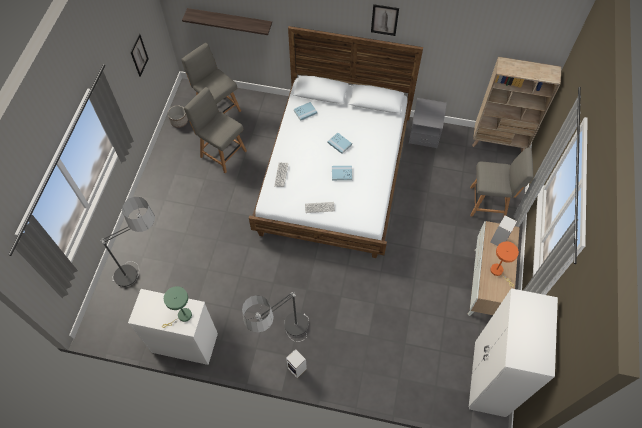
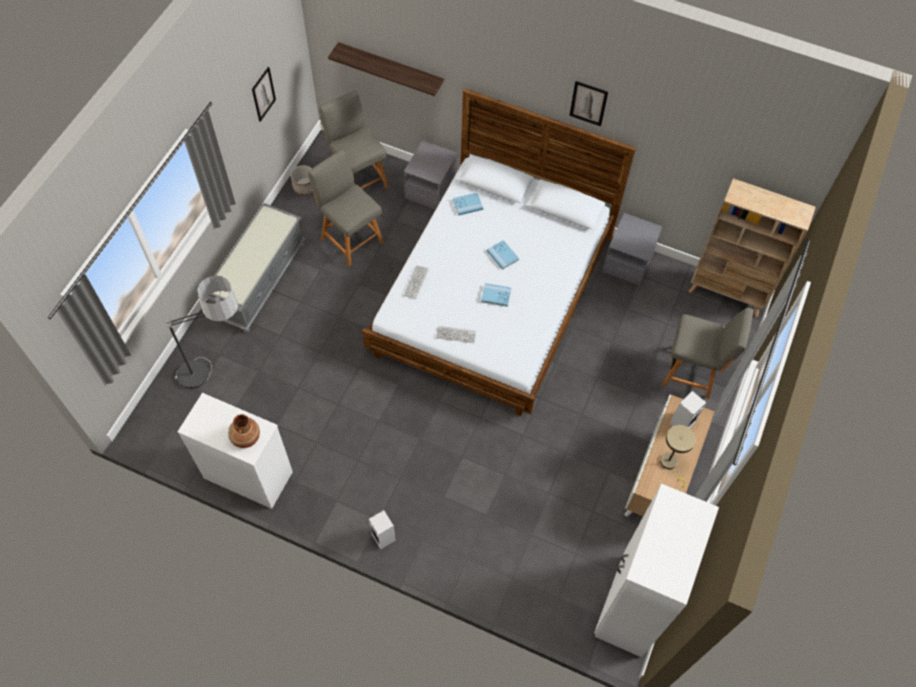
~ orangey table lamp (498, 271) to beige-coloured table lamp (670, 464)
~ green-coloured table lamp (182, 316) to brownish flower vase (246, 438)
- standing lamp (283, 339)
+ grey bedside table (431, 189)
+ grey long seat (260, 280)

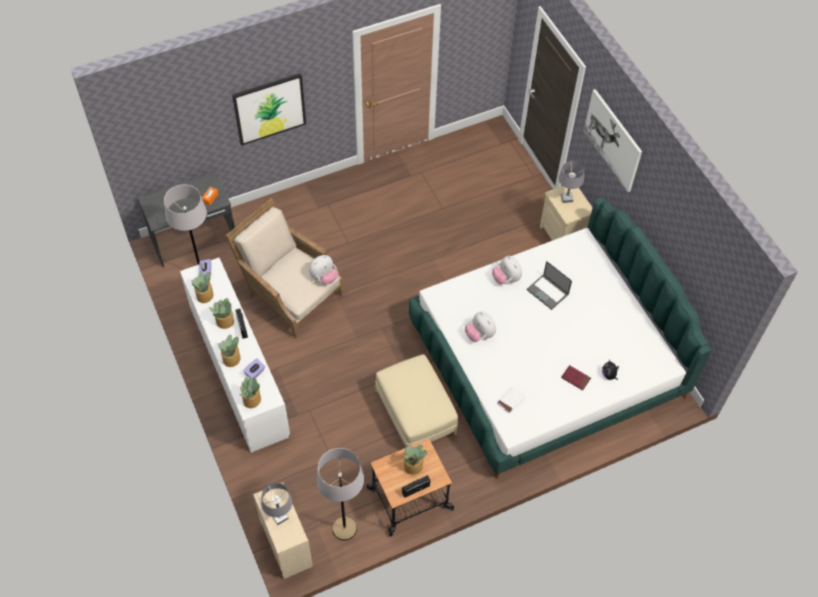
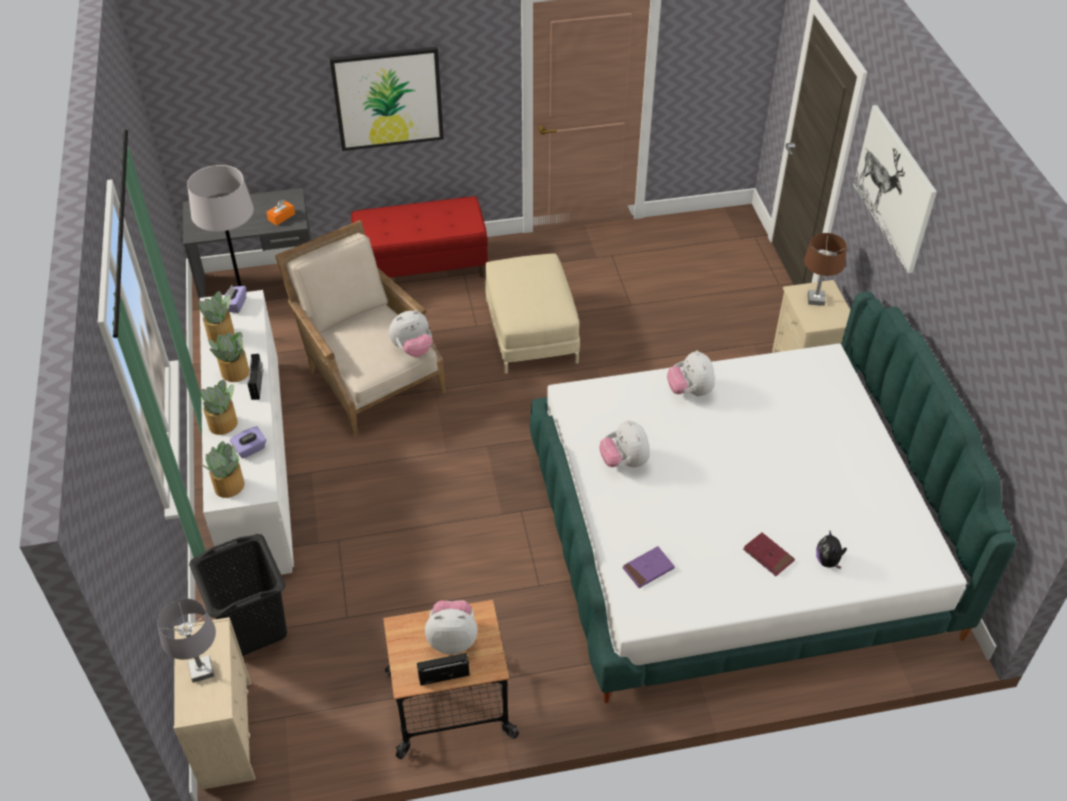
~ grey table lamp (566, 198) to brownish table lamp (815, 299)
- laptop (548, 292)
~ beige-coloured ottoman (416, 412) to (532, 331)
~ white volume (511, 400) to purple volume (648, 569)
~ potted plant (413, 466) to soft toy (452, 638)
- grey standing lamp (344, 529)
+ red long seat (422, 267)
+ black-coloured washing basket (252, 628)

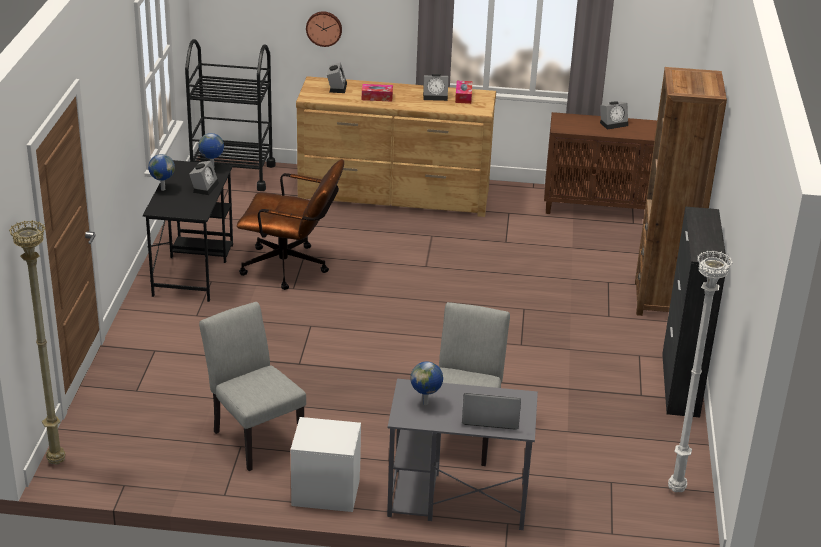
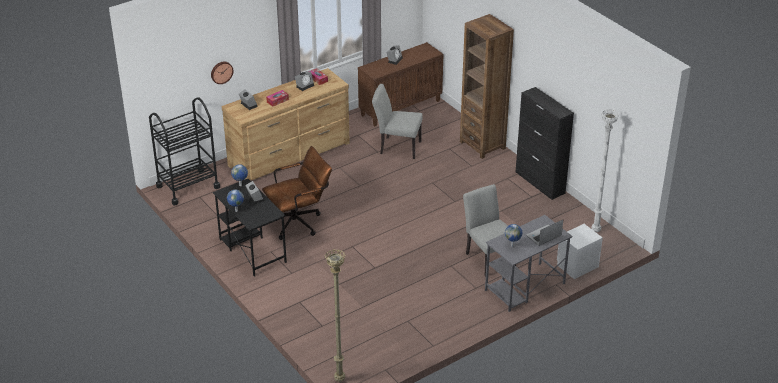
~ grey chair (254, 436) to (397, 147)
~ white bedside table (326, 492) to (577, 266)

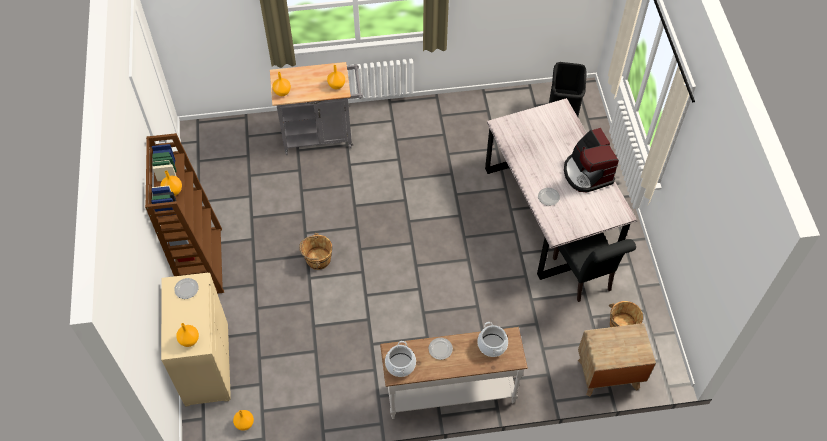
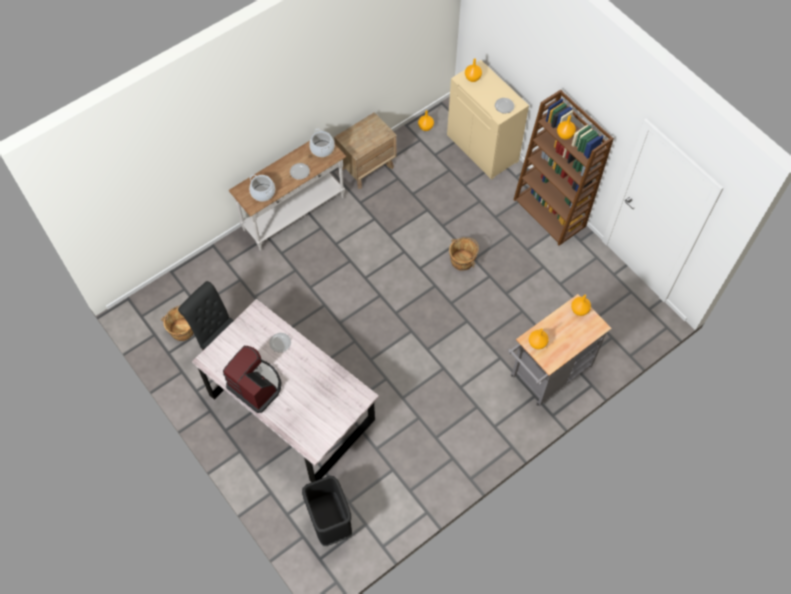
~ brownish bedside table (608, 374) to (366, 167)

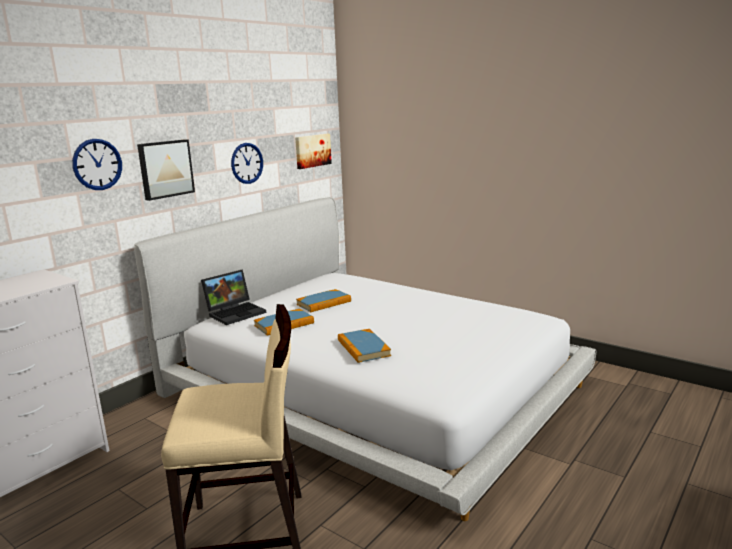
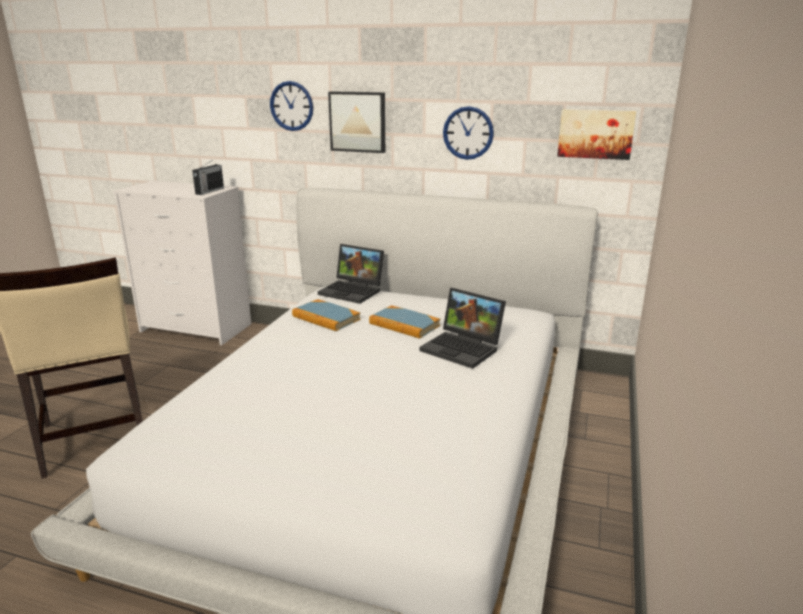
- volume (363, 348)
+ radio set (209, 191)
+ laptop (464, 348)

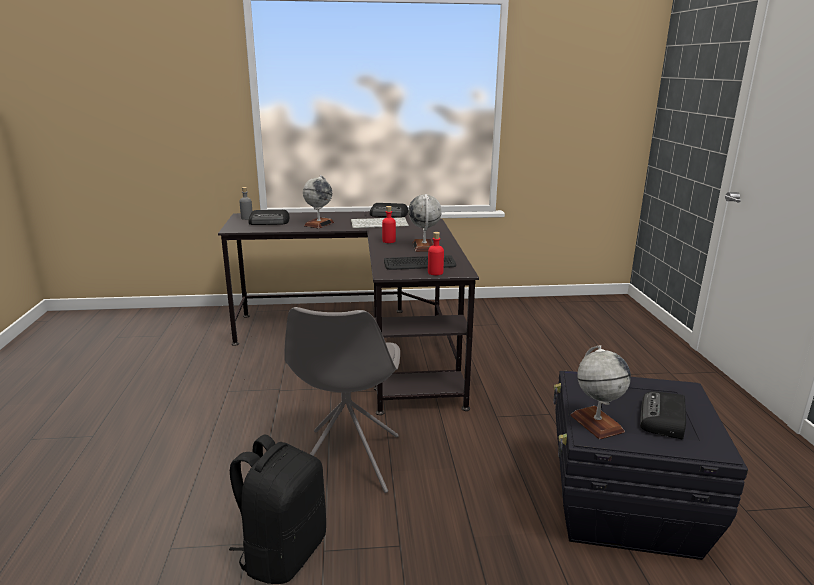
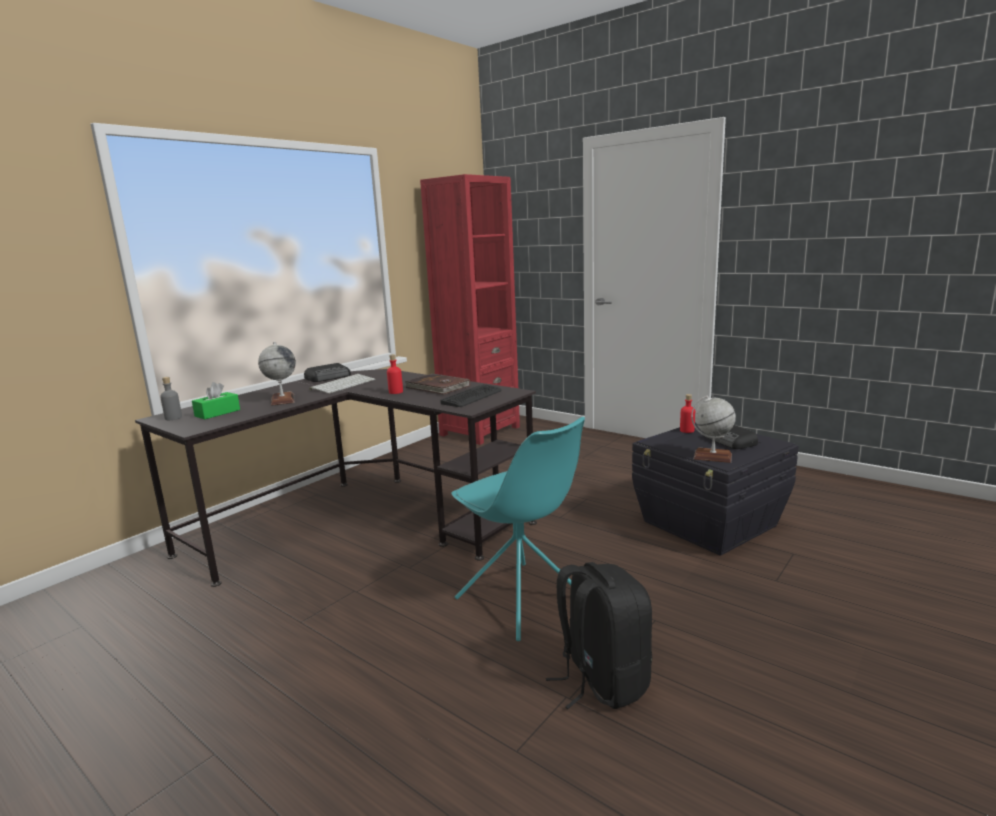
~ globe (424, 247) to brownish volume (437, 387)
~ radio set (270, 222) to green-coloured tissue box (217, 413)
~ red beverage bottle (435, 272) to (687, 430)
~ grey chair (347, 461) to turquoise-coloured chair (522, 600)
+ red shelving unit (479, 431)

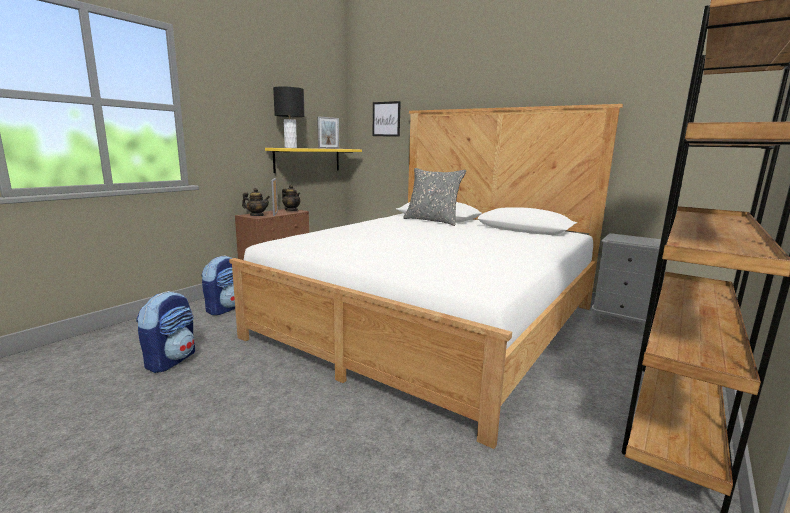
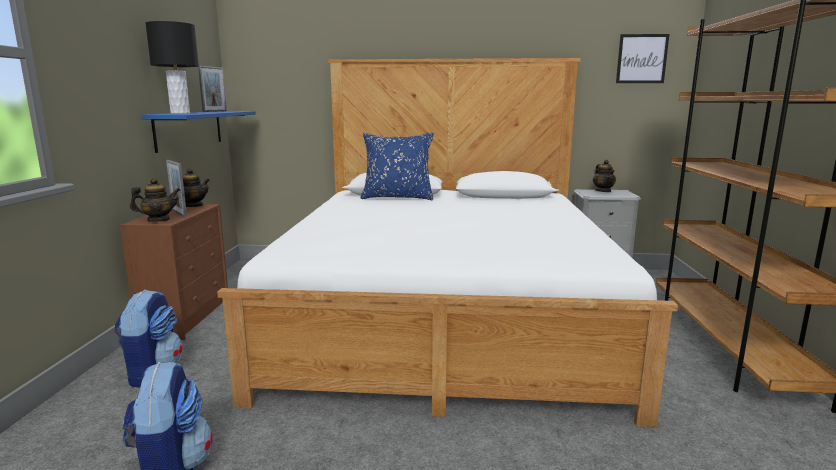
~ picture (386, 119) to (641, 59)
~ yellowish shelf (308, 160) to blue-coloured shelf (189, 129)
~ grey pillow (432, 221) to blue-coloured pillow (397, 198)
+ teapot (603, 191)

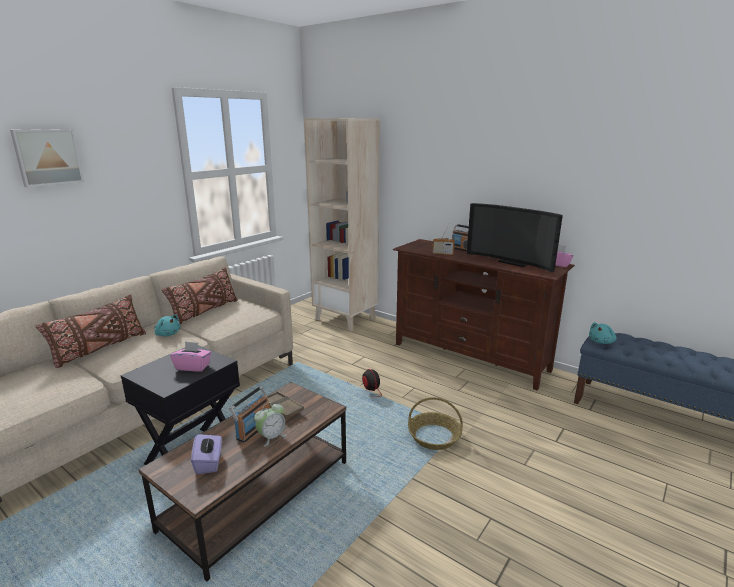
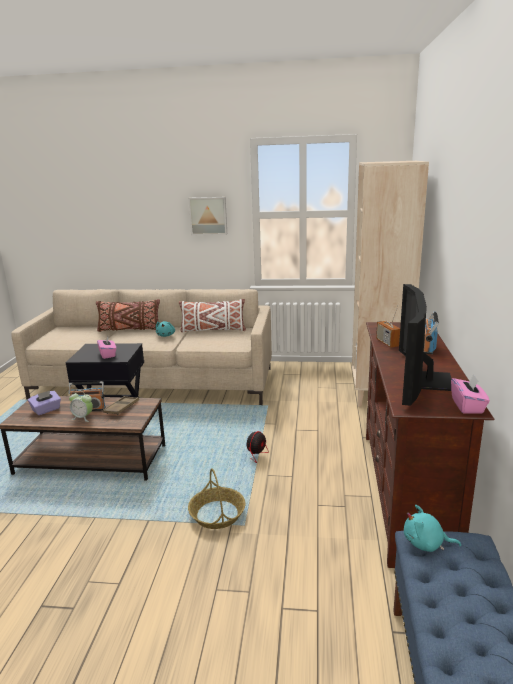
~ picture (47, 157) to (208, 215)
~ brownish pillow (204, 311) to white pillow (213, 330)

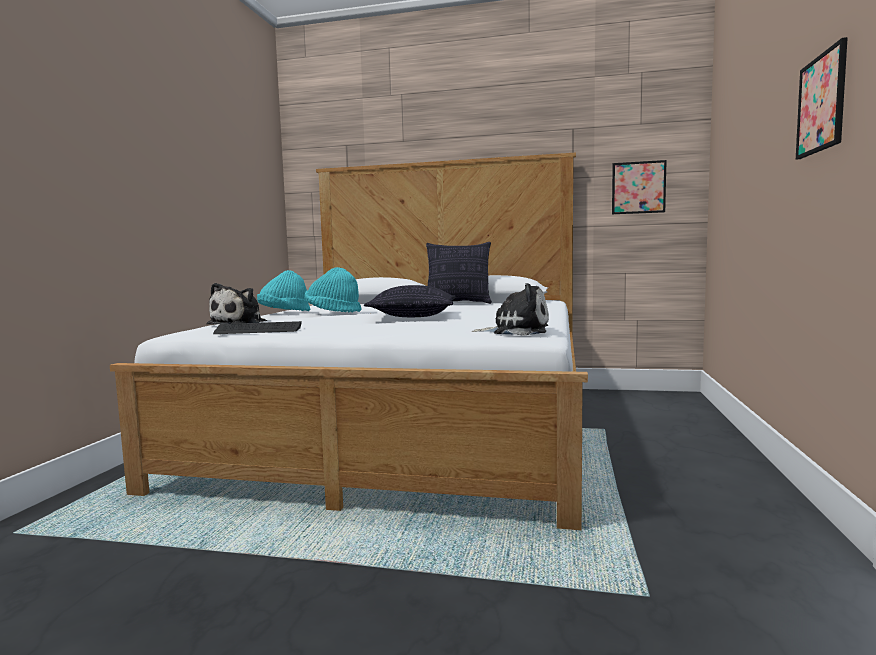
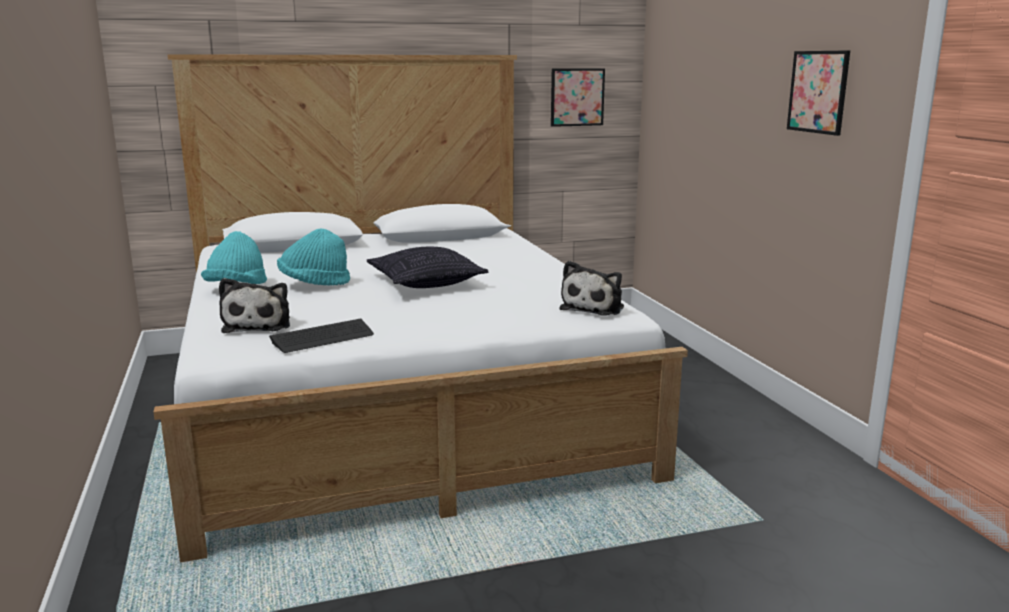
- pillow (458, 304)
~ soft toy (516, 331) = (594, 308) 135 degrees clockwise

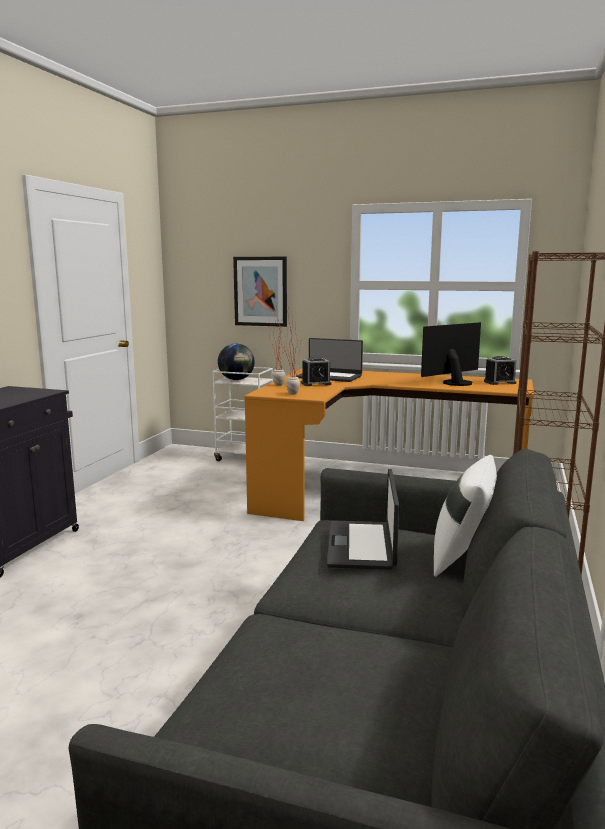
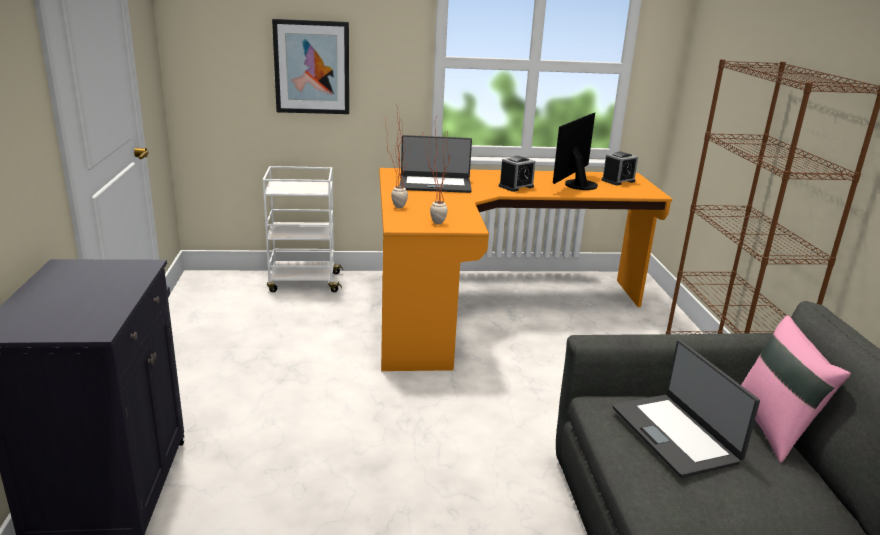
- globe (236, 379)
~ alarm clock (316, 384) to (516, 186)
~ white pillow (462, 557) to pinkish pillow (774, 428)

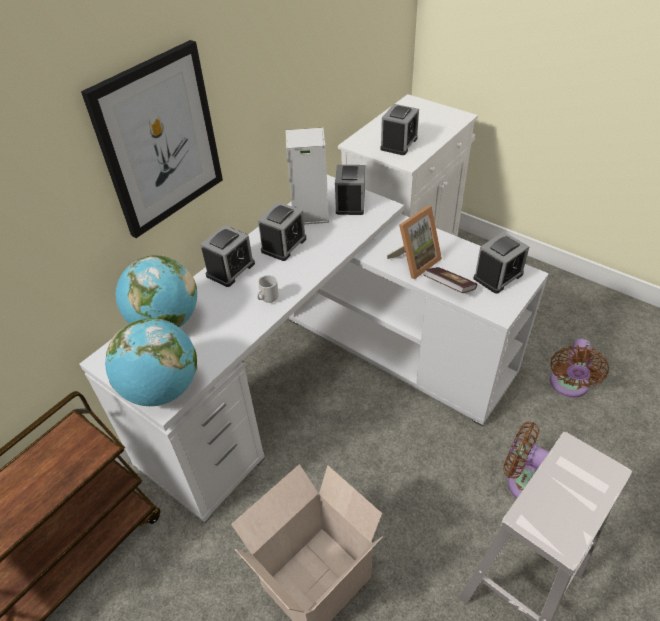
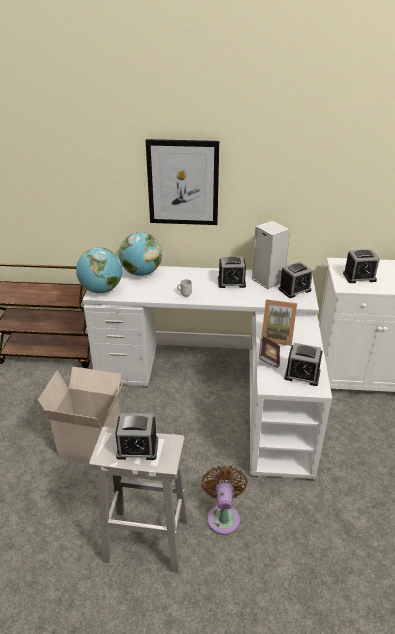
~ alarm clock (230, 269) to (137, 448)
- brownish fan (568, 385)

